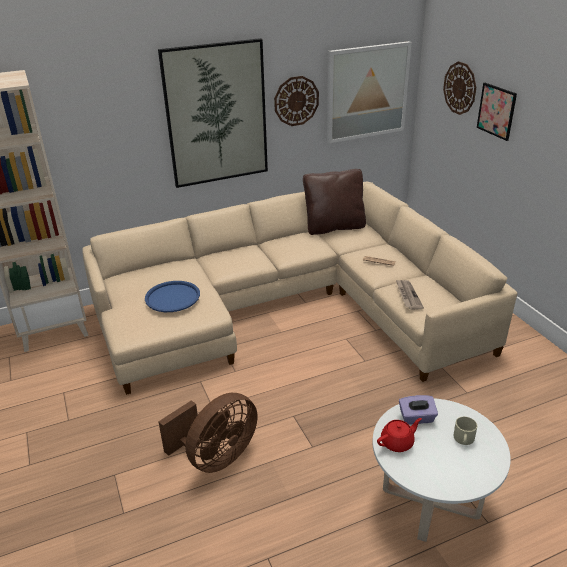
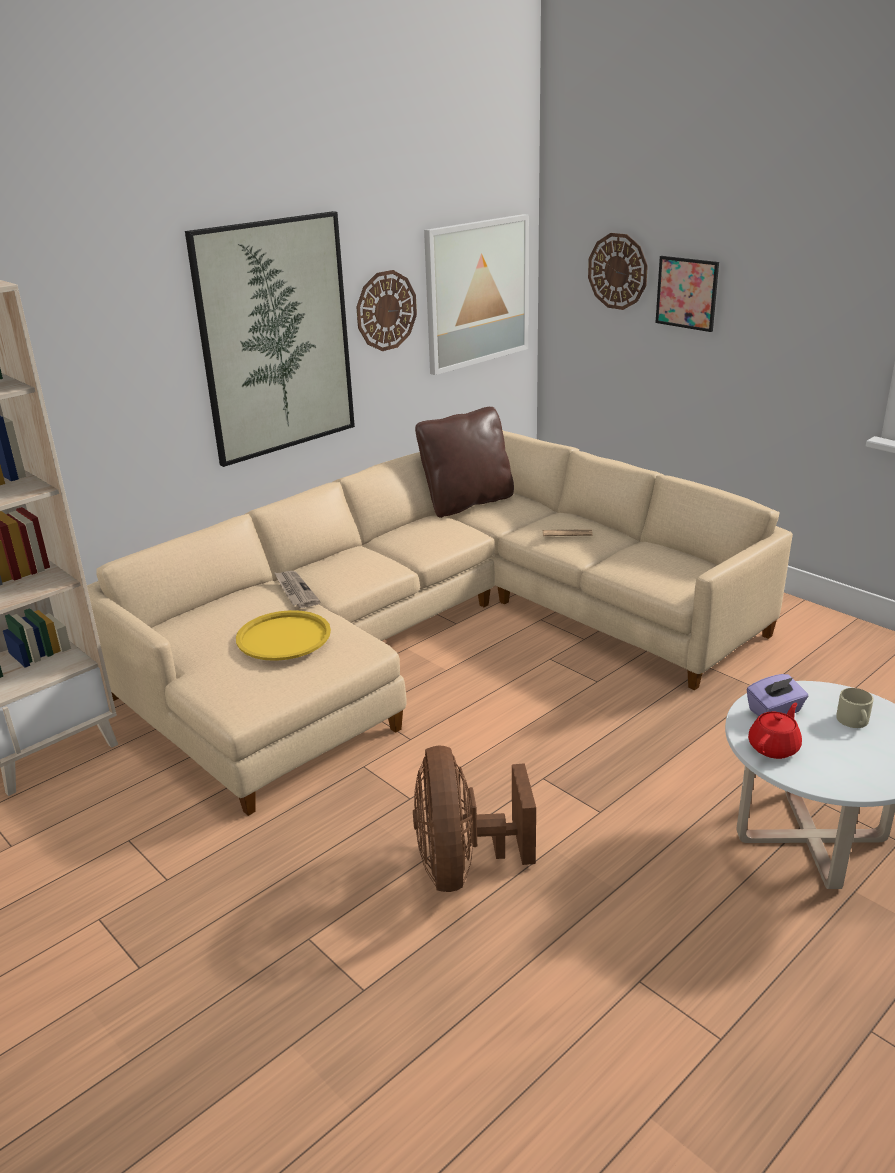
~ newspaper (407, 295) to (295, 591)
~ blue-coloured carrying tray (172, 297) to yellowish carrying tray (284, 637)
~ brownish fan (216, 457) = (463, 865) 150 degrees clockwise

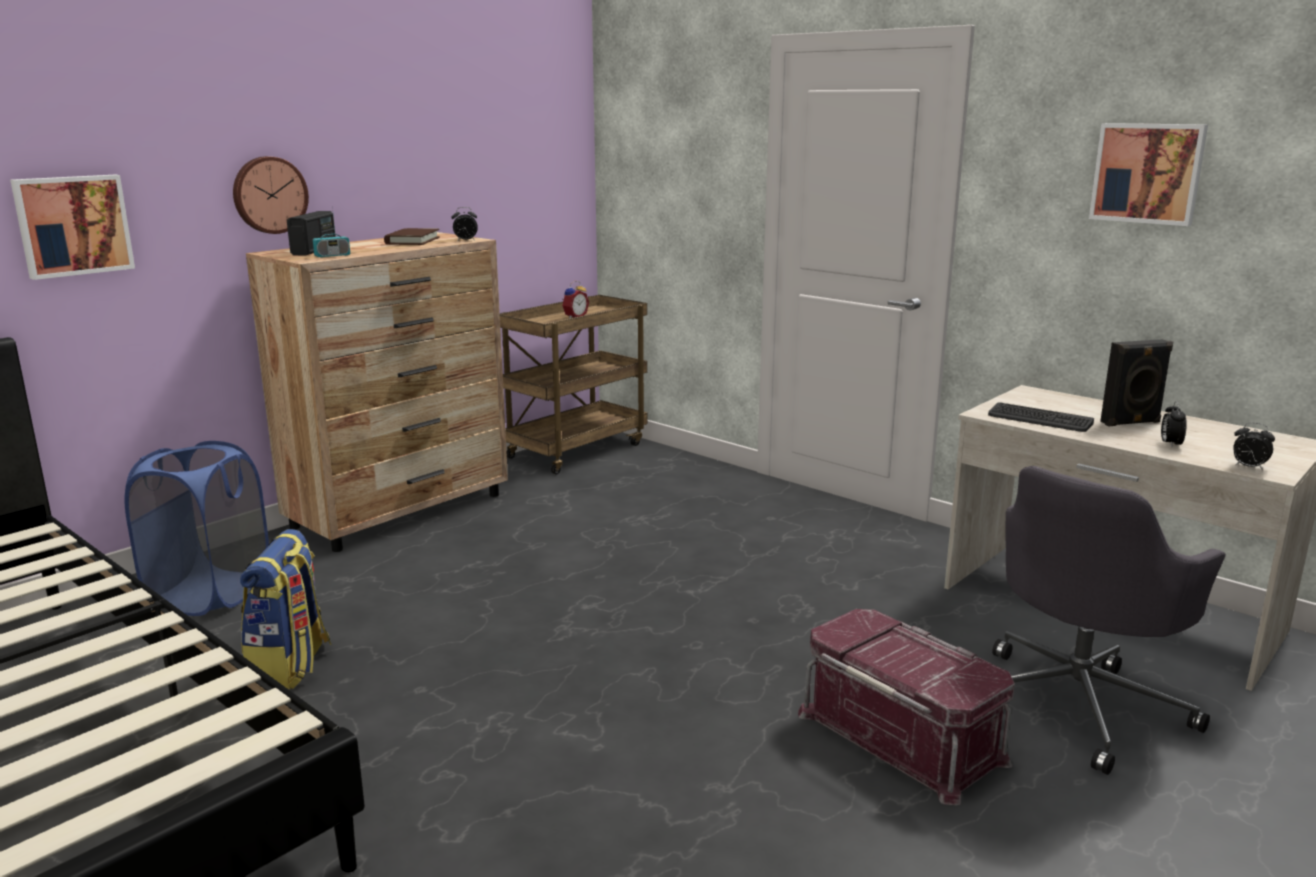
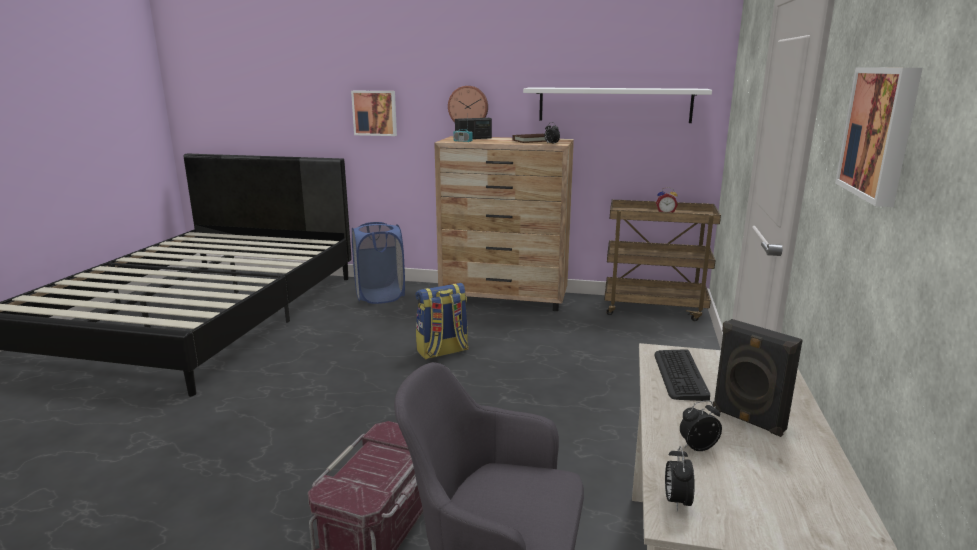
~ knapsack (291, 666) to (442, 352)
+ white shelf (614, 105)

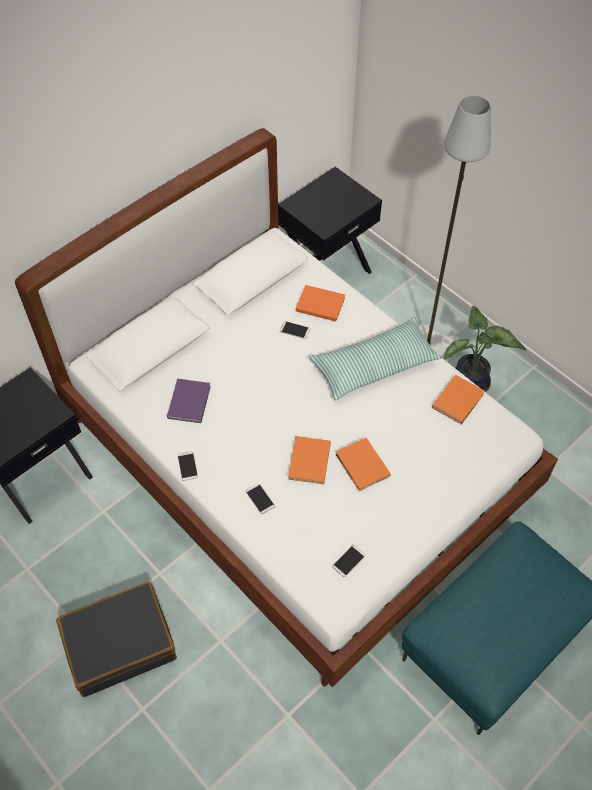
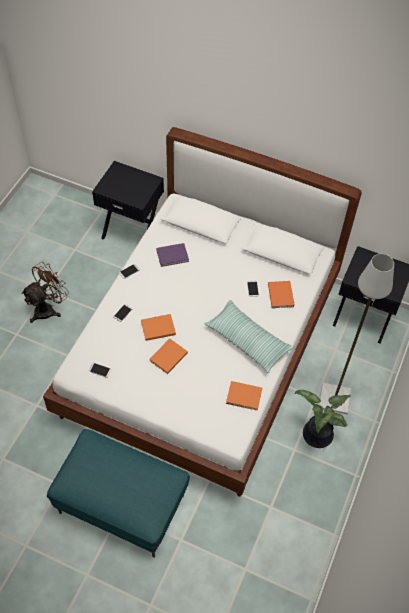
~ black-coloured suitcase (119, 643) to brownish fan (48, 309)

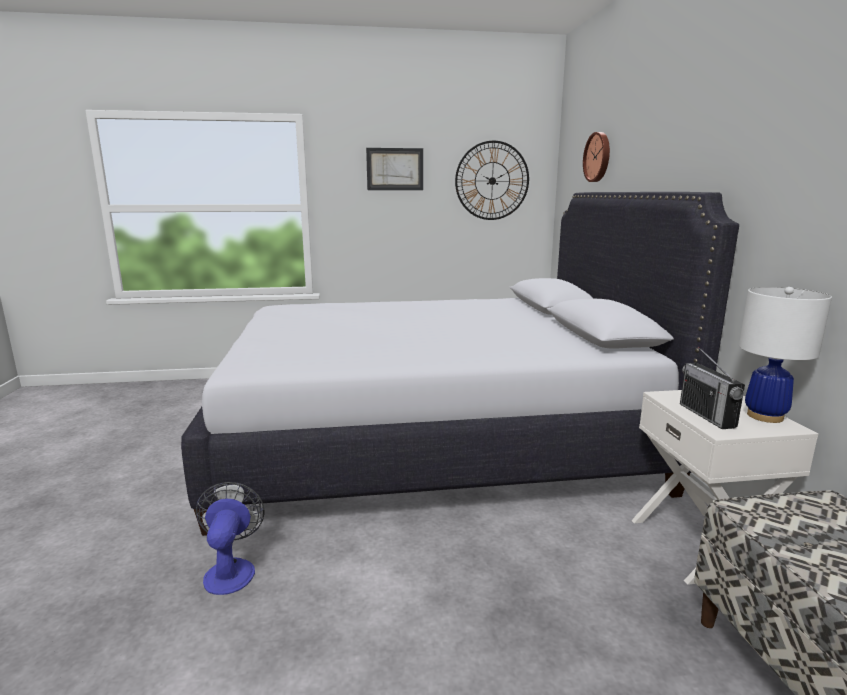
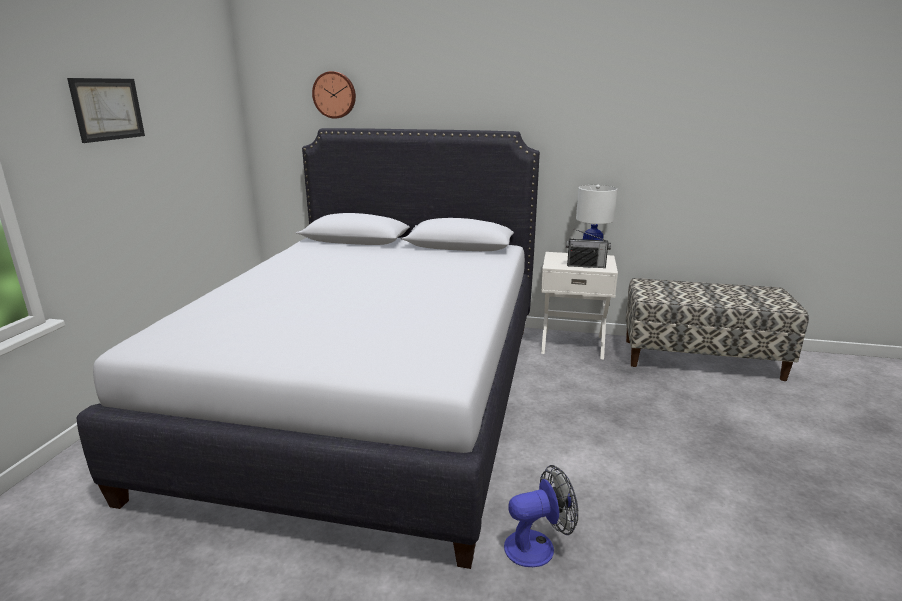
- wall clock (492, 181)
~ fan (231, 569) = (537, 546) 150 degrees clockwise

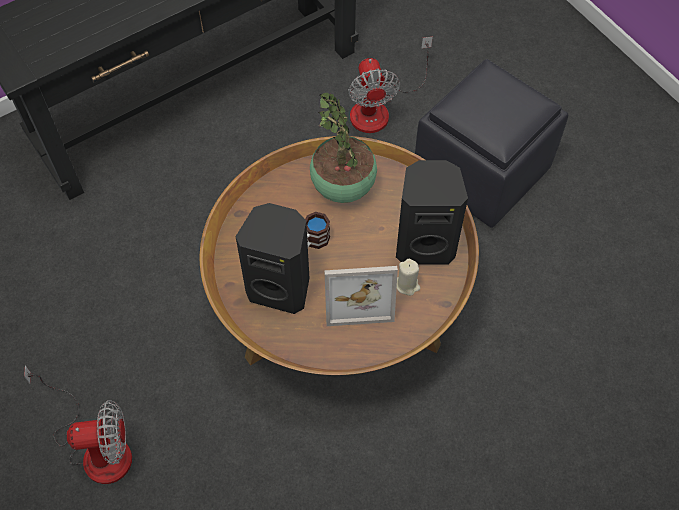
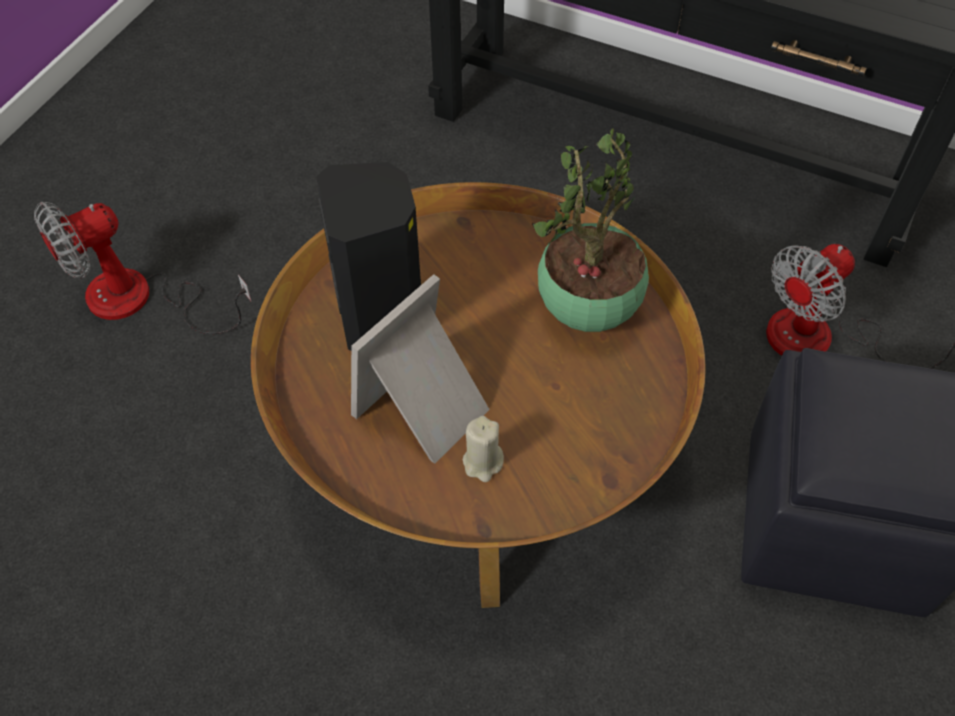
- black-coloured audio speaker (424, 244)
- tea mug (313, 241)
~ standing frame (358, 295) = (426, 409) 75 degrees clockwise
~ fan (96, 447) = (140, 300) 90 degrees clockwise

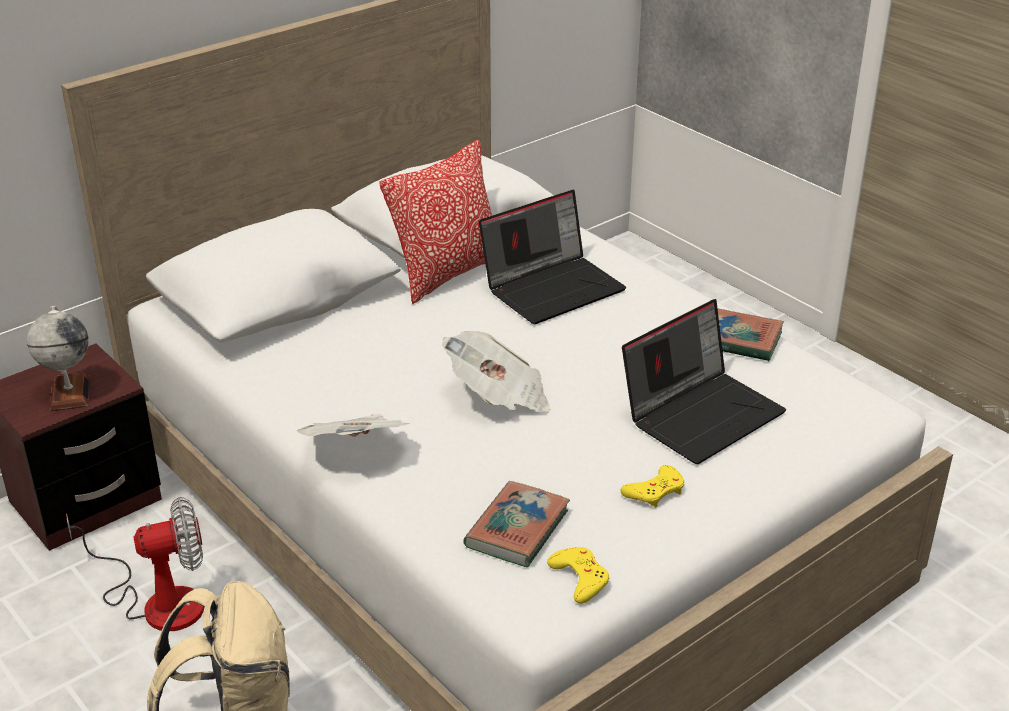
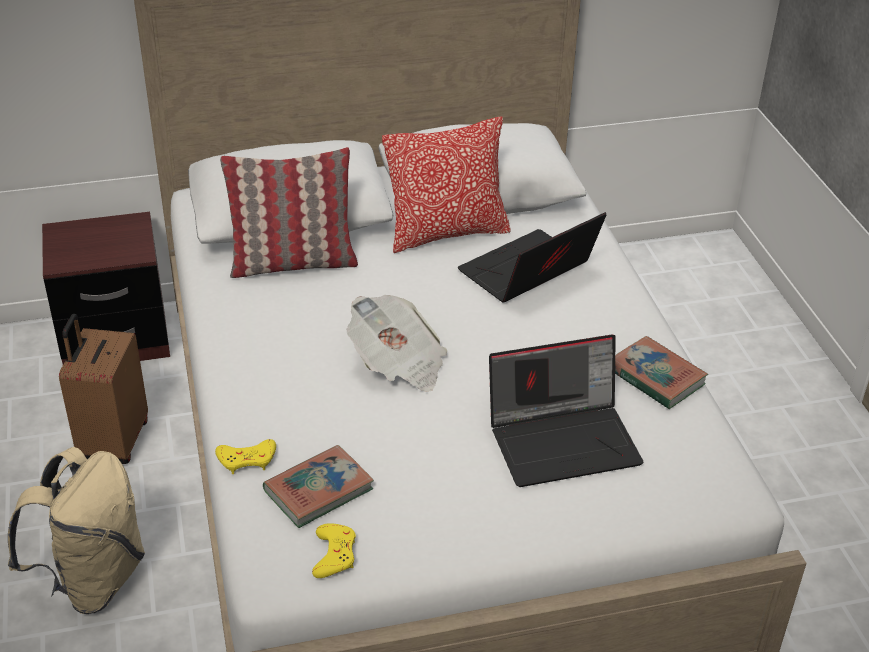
~ laptop (553, 287) = (527, 273) 150 degrees clockwise
- globe (69, 393)
- newspaper (356, 449)
~ yellowish gamepad (655, 491) to (247, 460)
~ fan (158, 601) to brownish suitcase (113, 441)
+ pillow (292, 262)

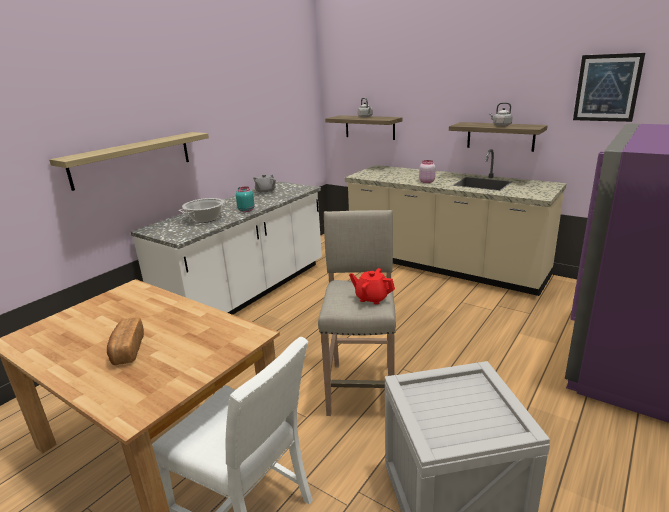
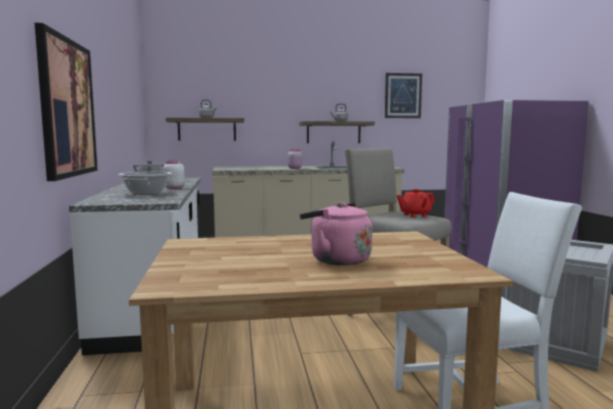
~ shelf (132, 159) to picture (67, 108)
~ turquoise-coloured storage jar (246, 210) to white storage jar (174, 188)
~ bakery bread (127, 350) to pinkish tea kettle (336, 260)

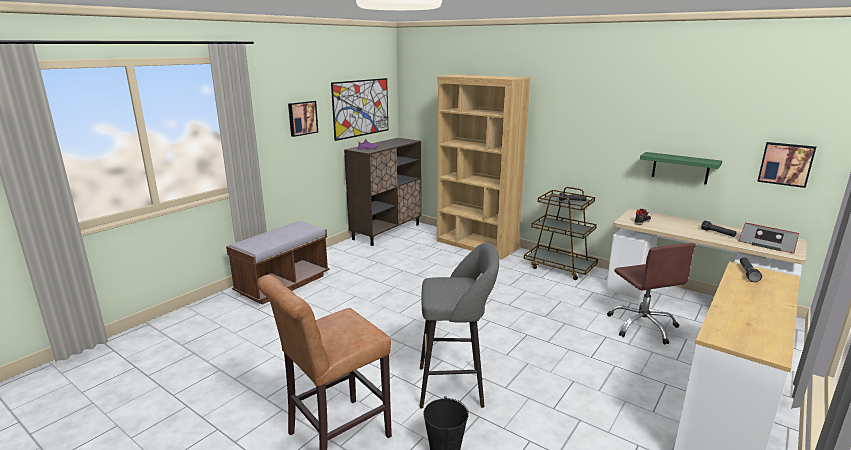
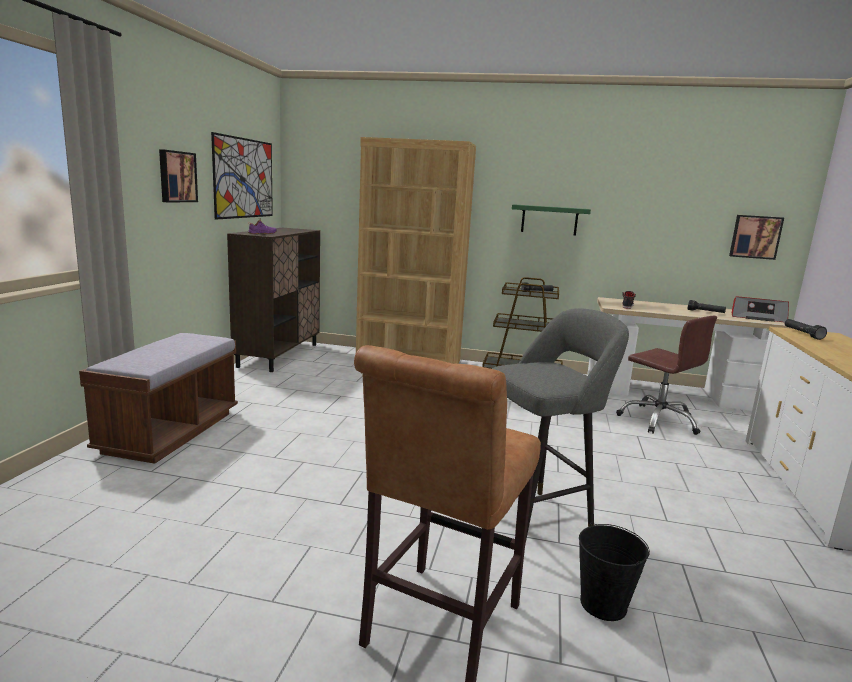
~ green-coloured shelf (680, 168) to (549, 220)

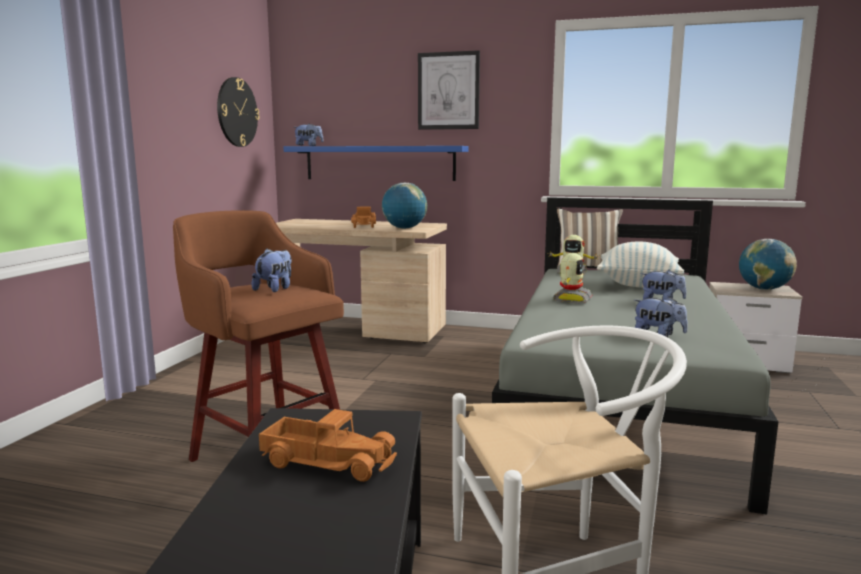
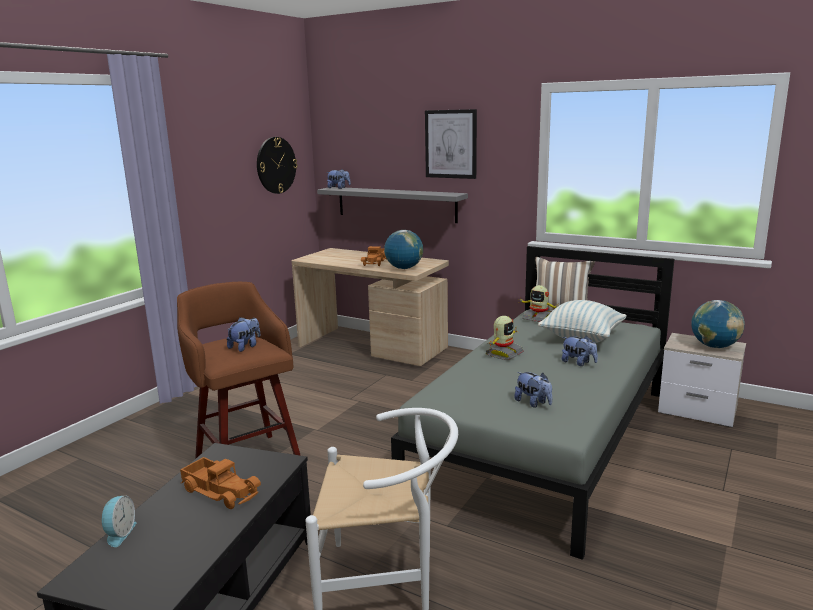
~ blue-coloured shelf (379, 163) to grey shelf (395, 204)
+ alarm clock (119, 533)

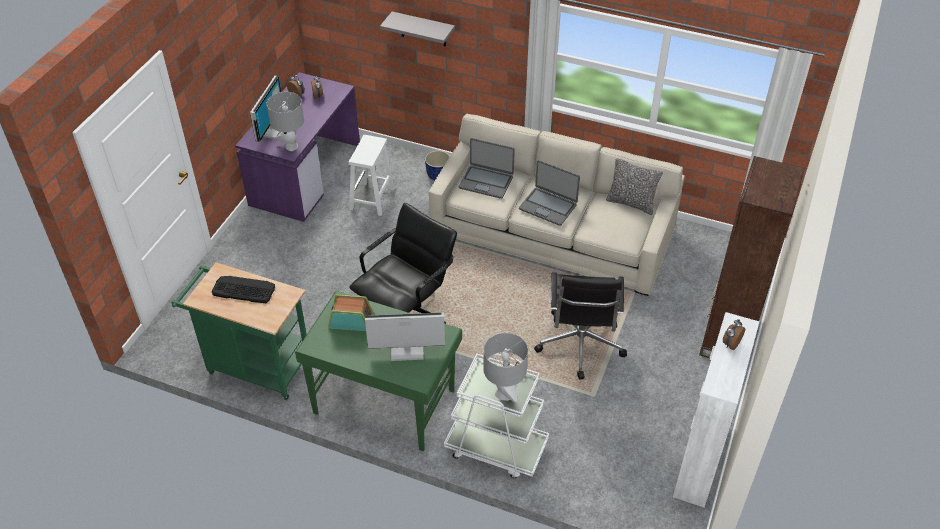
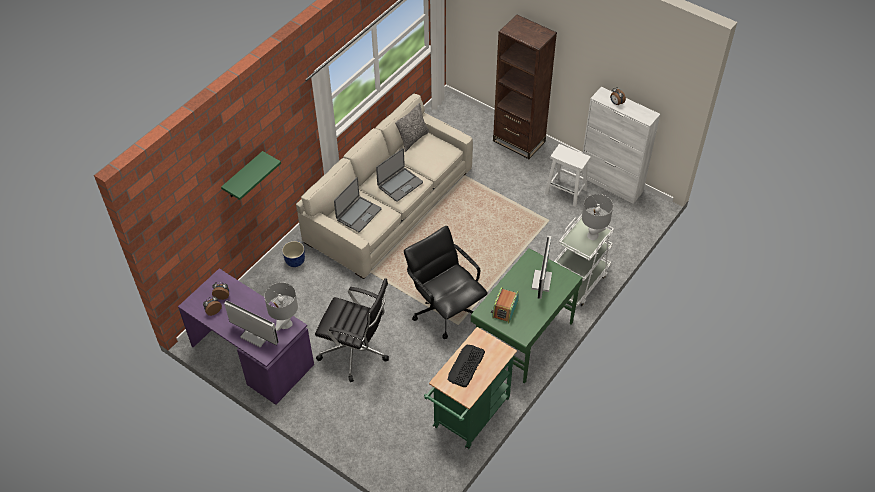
~ grey shelf (423, 29) to green-coloured shelf (243, 176)
~ white stool seat (372, 199) to (566, 191)
~ black-coloured computer chair (579, 345) to (356, 351)

